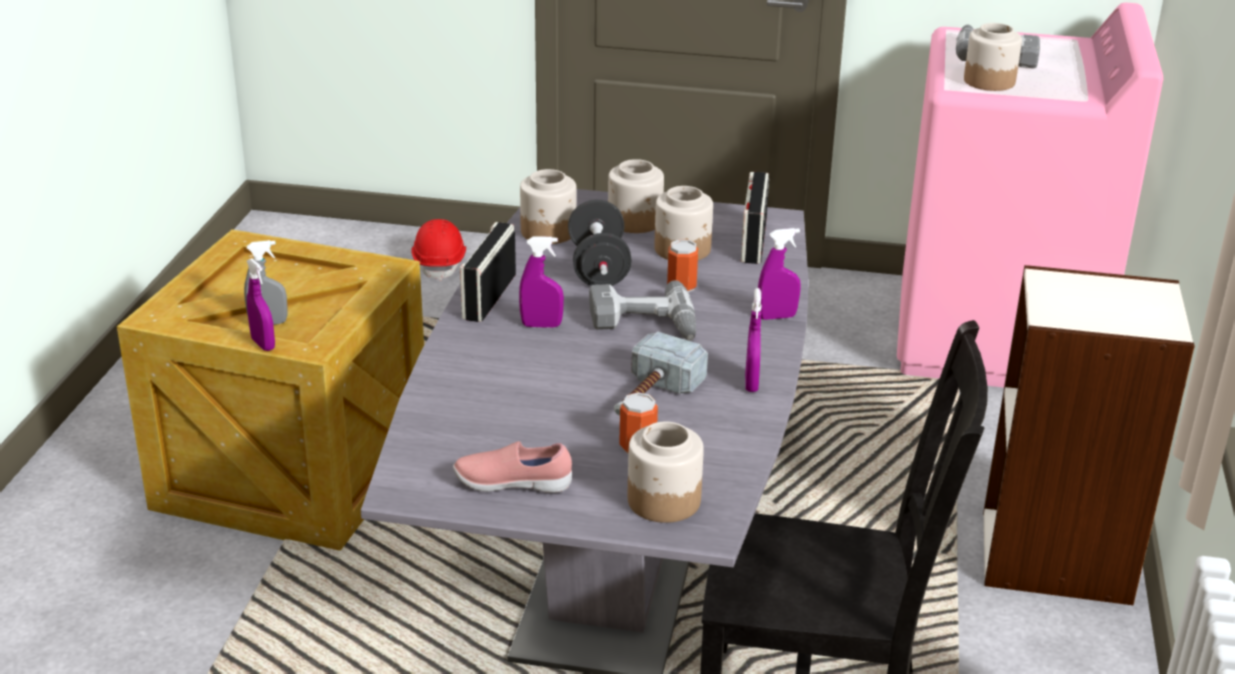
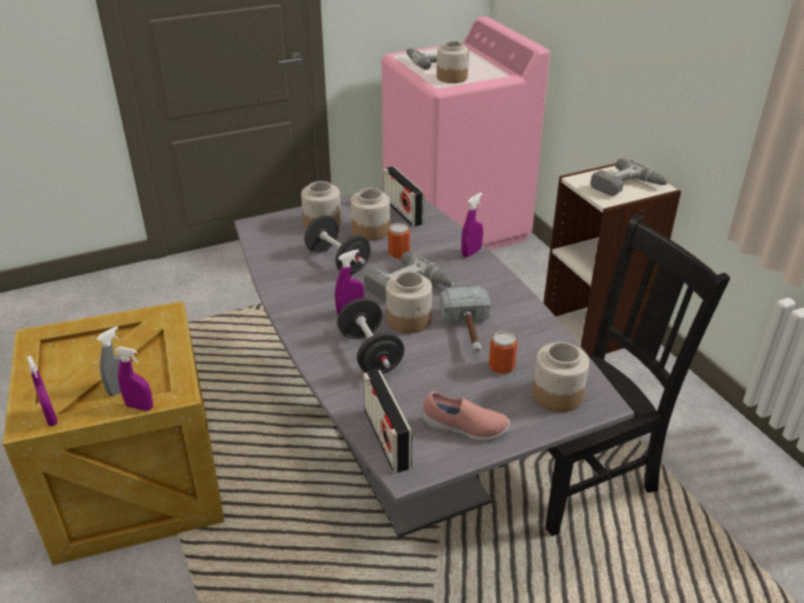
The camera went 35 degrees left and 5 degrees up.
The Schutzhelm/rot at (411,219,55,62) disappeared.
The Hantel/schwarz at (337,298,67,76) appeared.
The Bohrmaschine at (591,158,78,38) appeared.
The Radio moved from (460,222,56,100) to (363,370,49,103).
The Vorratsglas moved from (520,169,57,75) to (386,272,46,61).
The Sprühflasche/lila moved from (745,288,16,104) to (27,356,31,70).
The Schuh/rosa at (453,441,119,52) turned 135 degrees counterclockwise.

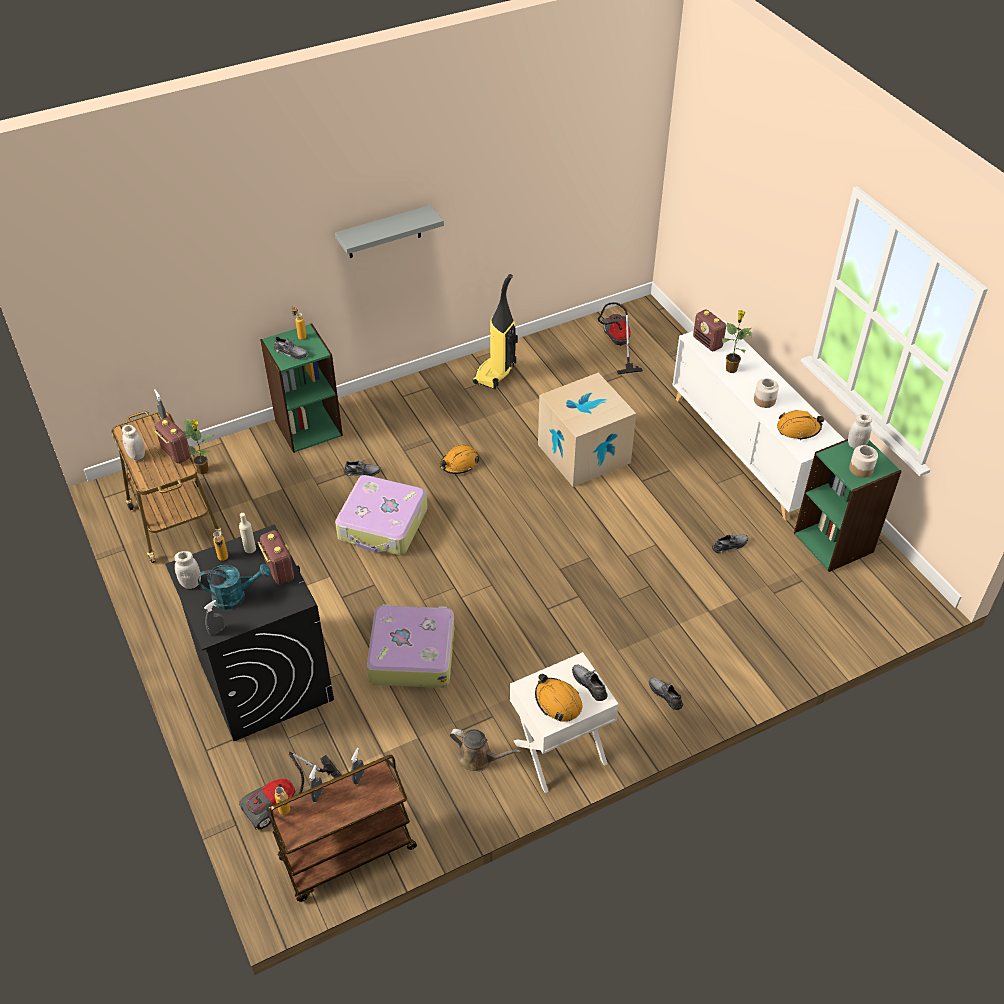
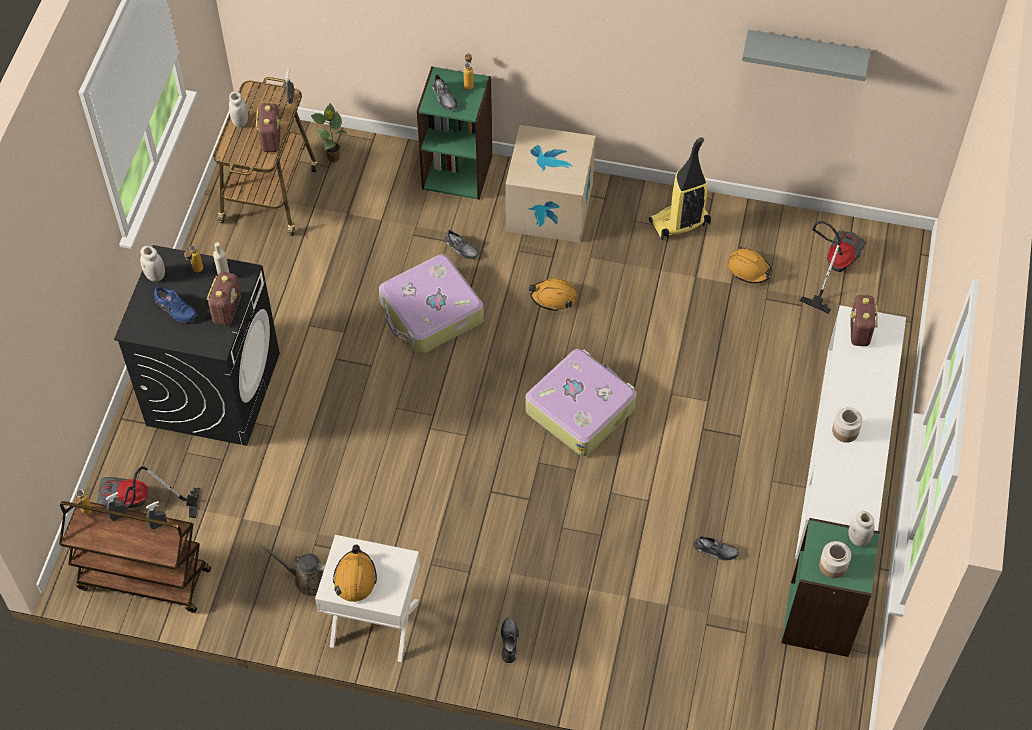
The camera went 40 degrees right and 10 degrees up.
The Sprühflasche/grau at (204,600,20,36) disappeared.
The Schuh/grau at (572,665,36,36) disappeared.
The Topfpflanze at (722,310,30,63) disappeared.
The Wandregal/grau moved from (335,205,109,53) to (742,30,128,51).
The Koffer moved from (367,604,87,84) to (525,349,112,107).
The Karton moved from (538,373,98,114) to (505,125,91,118).
The Schutzhelm/orange moved from (777,410,47,30) to (728,247,45,36).
The Gießkanne/türkis at (198,563,73,47) was replaced by the Schuh/blau at (154,286,44,37).
The Gießkanne/braun at (450,729,71,43) turned 135 degrees clockwise.

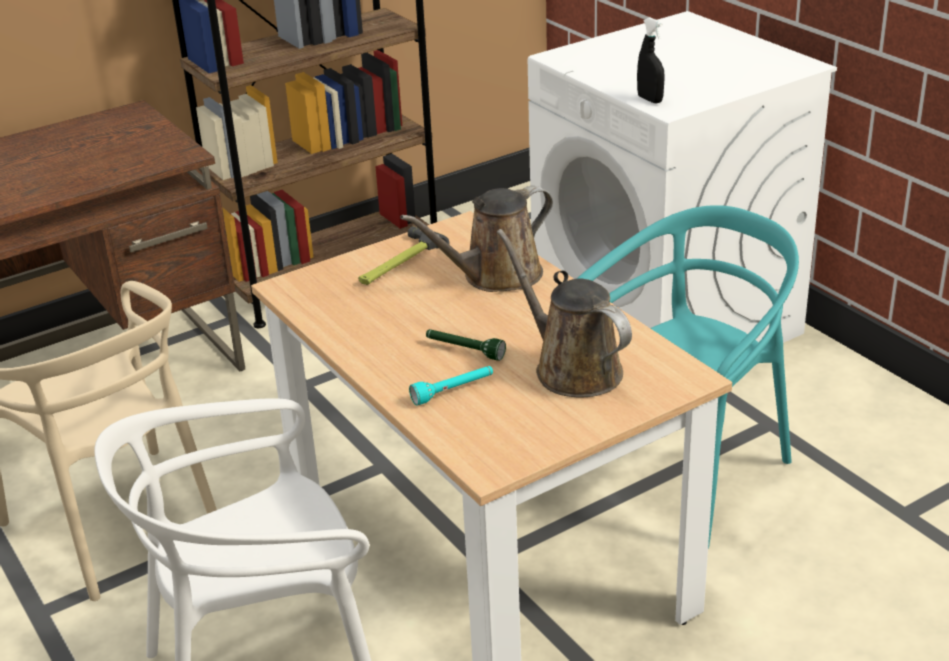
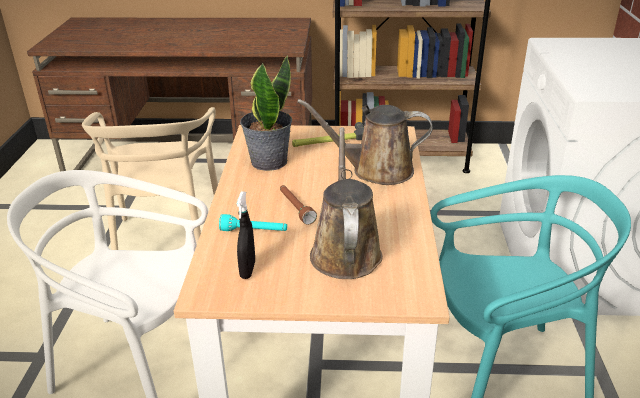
The camera went 35 degrees right and 0 degrees up.
The Topfpflanze at (240,55,52,116) appeared.
The Sprühflasche/schwarz moved from (637,17,28,87) to (236,191,19,88).
The Taschenlampe/grün at (426,329,80,32) became the Taschenlampe/braun at (280,185,37,40).

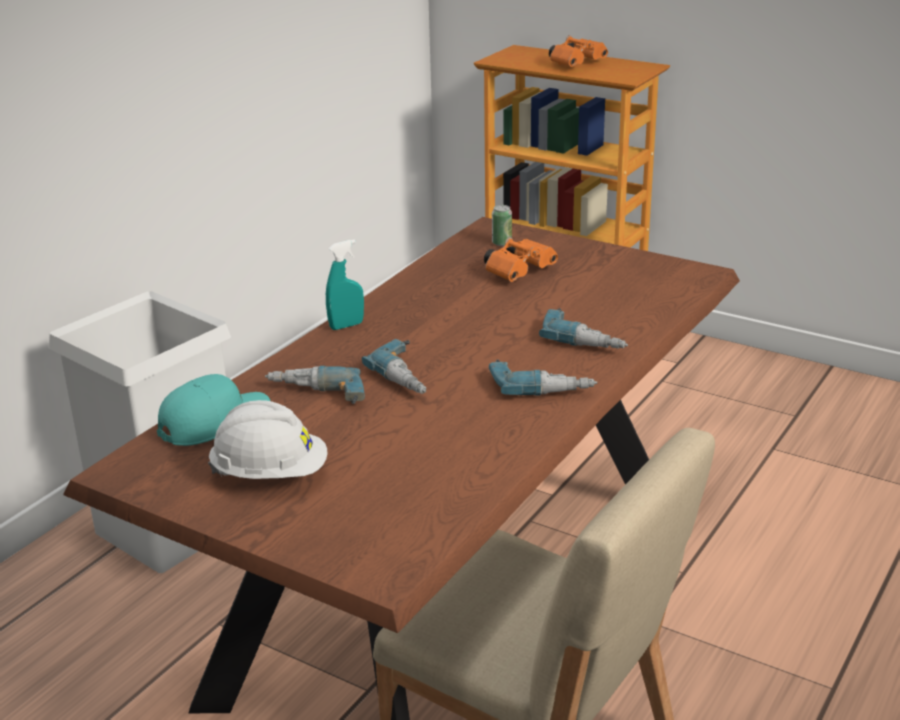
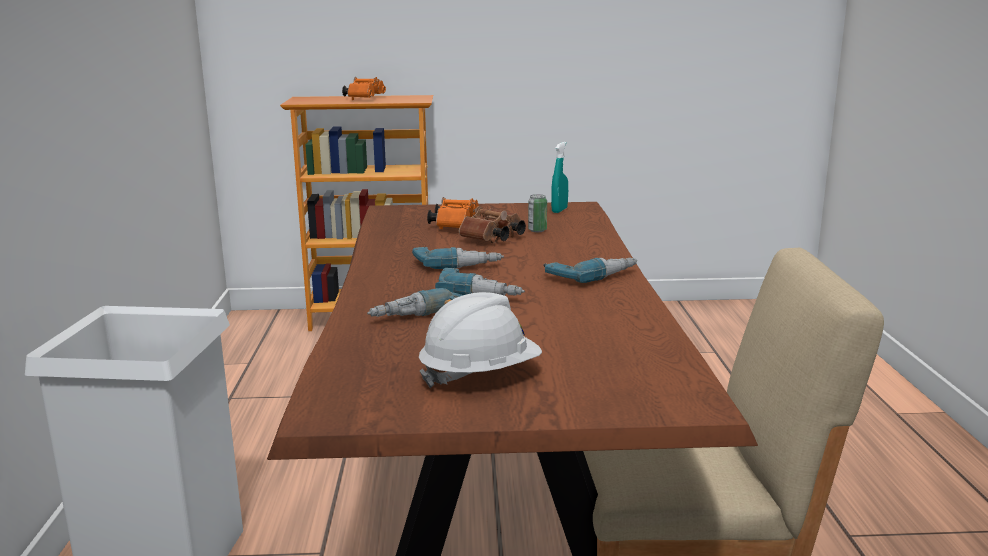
The camera went 35 degrees left and 10 degrees down.
The Kappe/türkis at (157,374,113,72) disappeared.
The Fernglas/braun at (458,206,68,37) appeared.
The Sprühflasche/türkis moved from (326,239,38,91) to (551,142,17,71).
The Dose moved from (492,205,20,41) to (528,194,19,38).
The Bohrmaschine moved from (539,308,89,41) to (412,247,92,22).

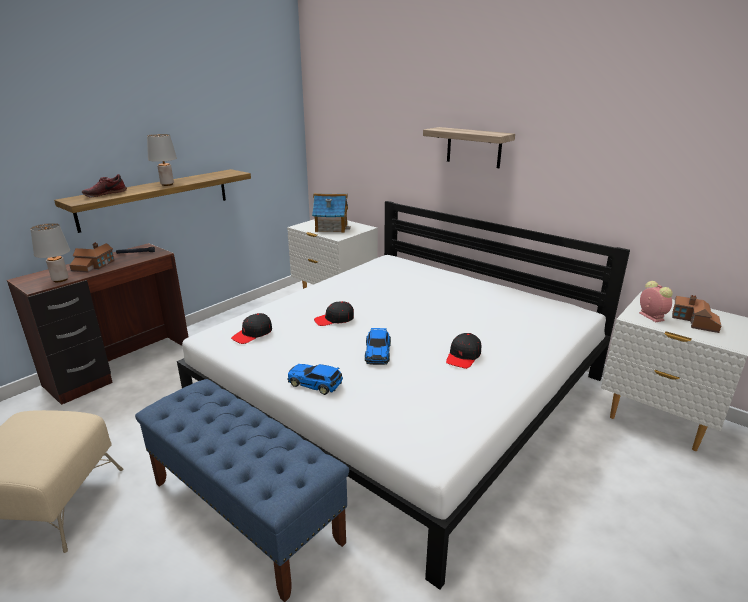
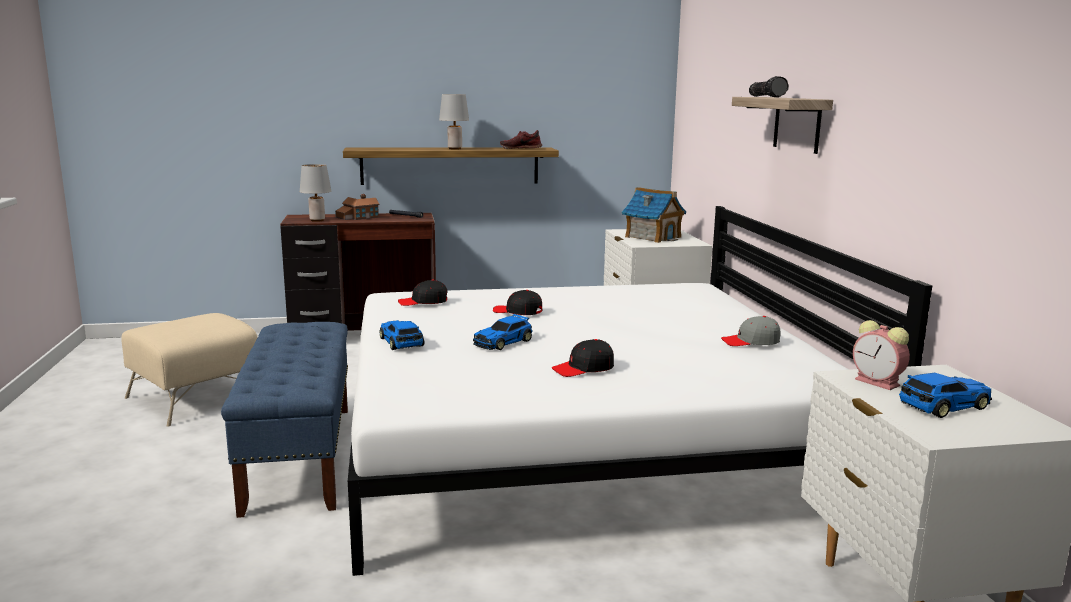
The camera went 40 degrees right and 10 degrees down.
The Kappe/grau at (721,316,60,30) appeared.
The Taschenlampe at (749,76,40,21) appeared.
The Schuh moved from (82,174,45,23) to (500,130,42,19).
The Spielzeughaus at (672,295,49,38) was replaced by the Spielzeugauto at (899,373,93,45).
The Wecker at (639,281,34,41) turned 120 degrees clockwise.

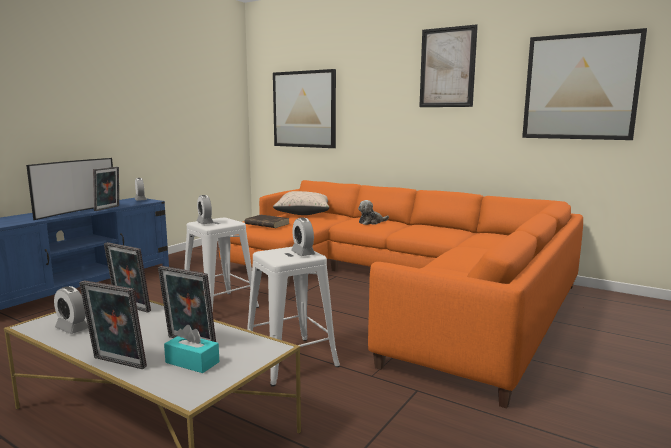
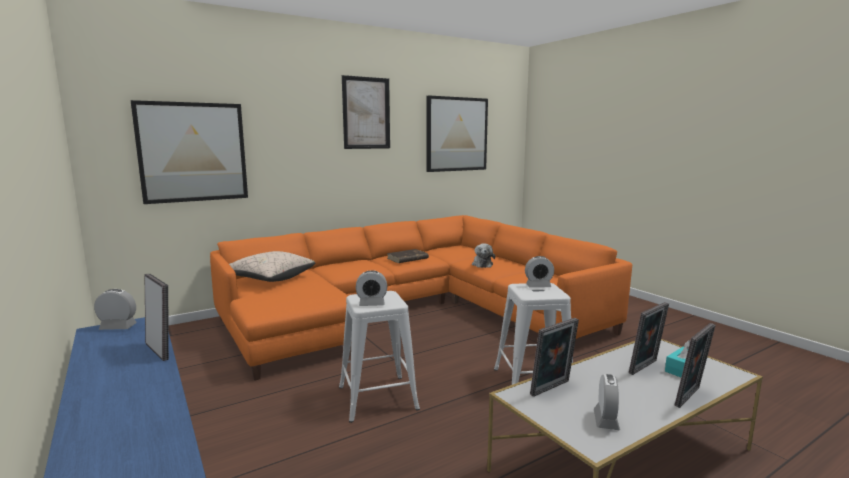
The camera went 65 degrees left and 0 degrees up.
The Fernseher at (26,158,87,62) disappeared.
The Buch/braun moved from (244,215,45,13) to (387,249,42,14).
The Plüschtier moved from (358,200,31,25) to (472,243,23,25).
The Wecker at (54,286,34,48) turned 45 degrees counterclockwise.

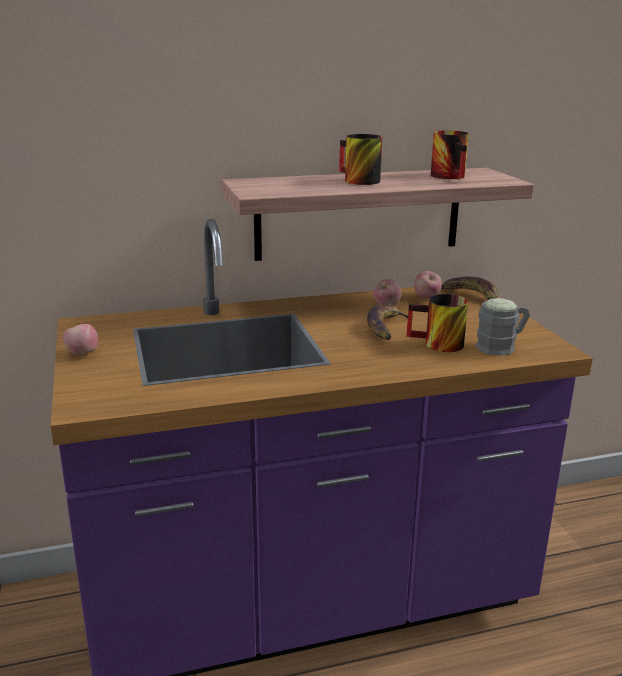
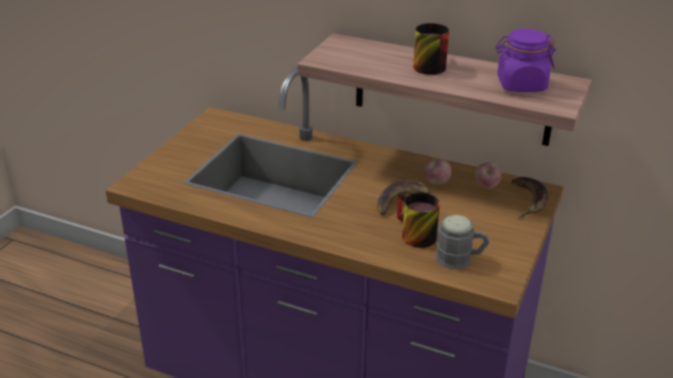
The camera went 40 degrees right and 10 degrees up.
The Apfel at (63,324,35,32) disappeared.
The Henkelbecher at (431,130,38,49) was replaced by the Vorratsglas/lila at (495,29,61,63).

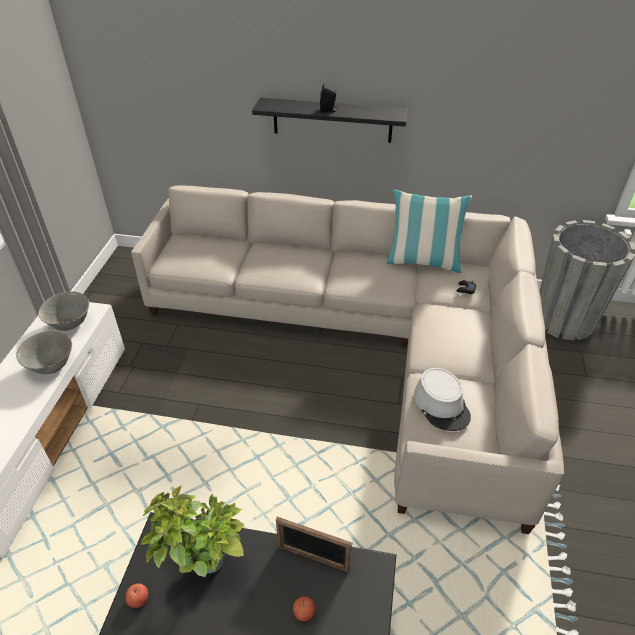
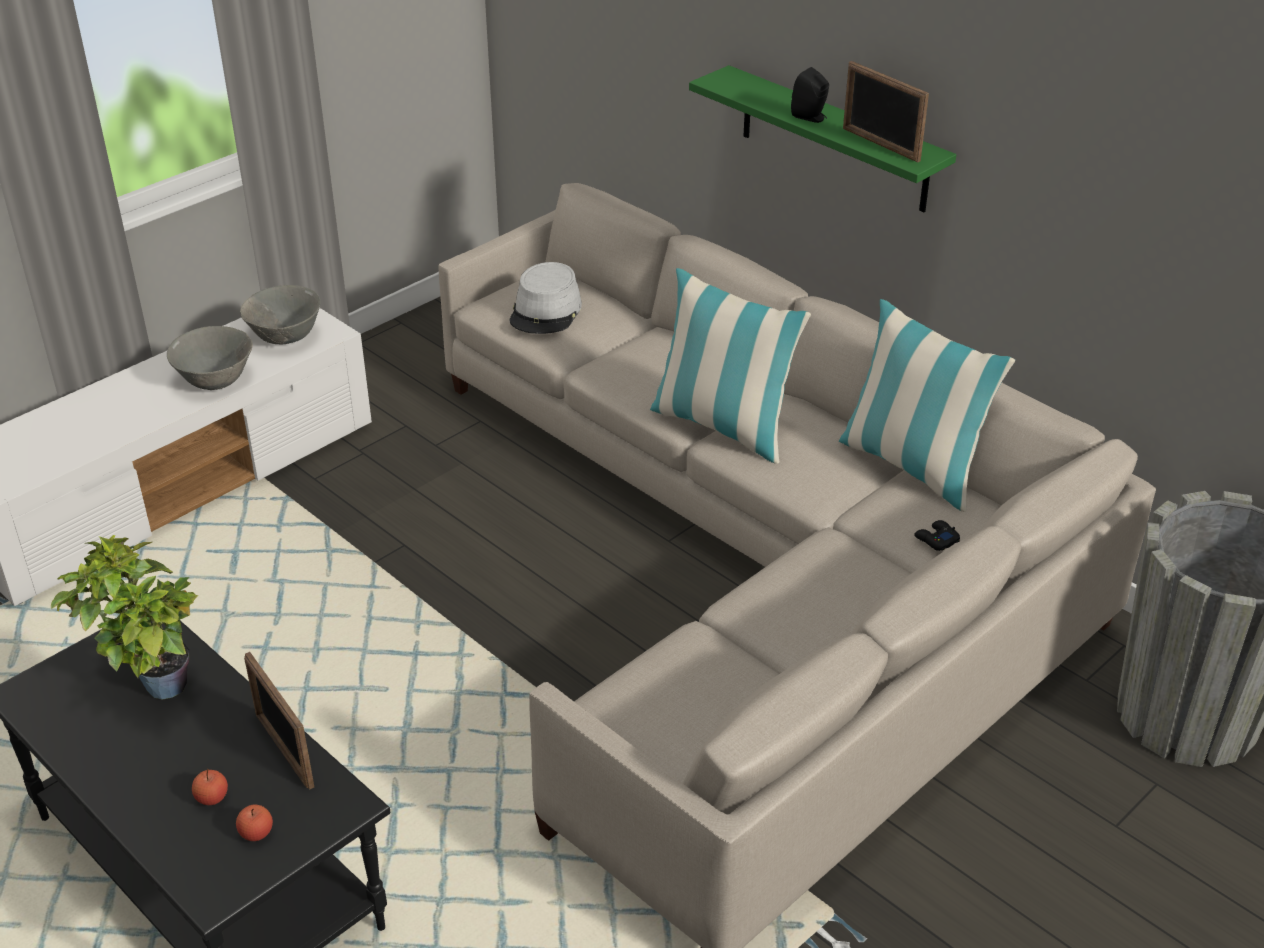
The camera went 35 degrees right and 5 degrees down.
The Kissen at (650,268,161,196) appeared.
The Bilderrahmen at (843,61,86,102) appeared.
The Apfel moved from (125,584,23,24) to (236,804,37,37).
The Hut/grau moved from (414,368,57,63) to (510,262,72,72).
The Wandregal/schwarz at (252,98,156,45) became the Wandregal/grün at (689,65,267,147).

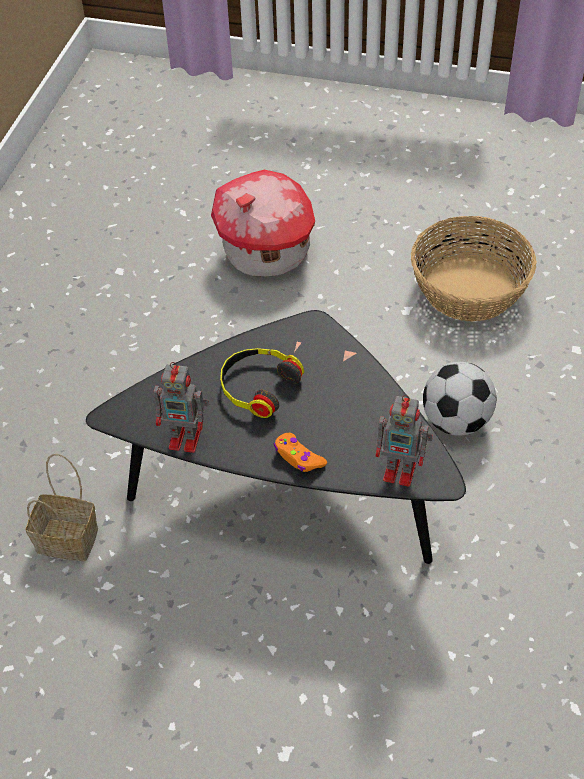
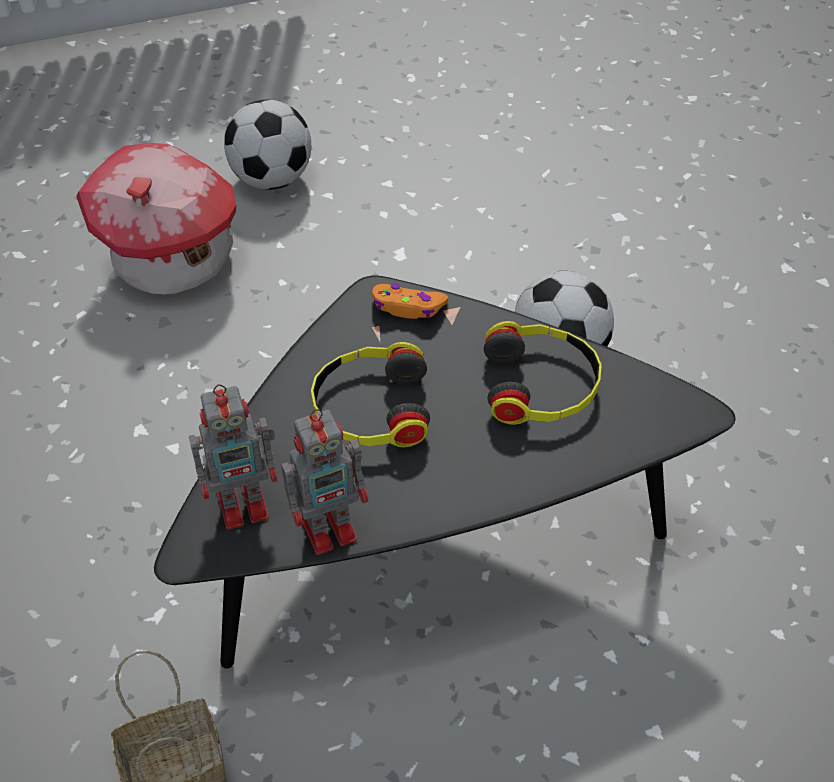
The camera went 35 degrees left and 0 degrees up.
The Korb at (411,216,126,106) disappeared.
The Fußball at (224,100,87,90) appeared.
The Kopfhörer at (484,321,118,104) appeared.
The Gamepad/orange moved from (274,433,53,39) to (372,283,76,36).
The Spielzeugroboter moved from (375,395,58,92) to (188,384,90,145).

